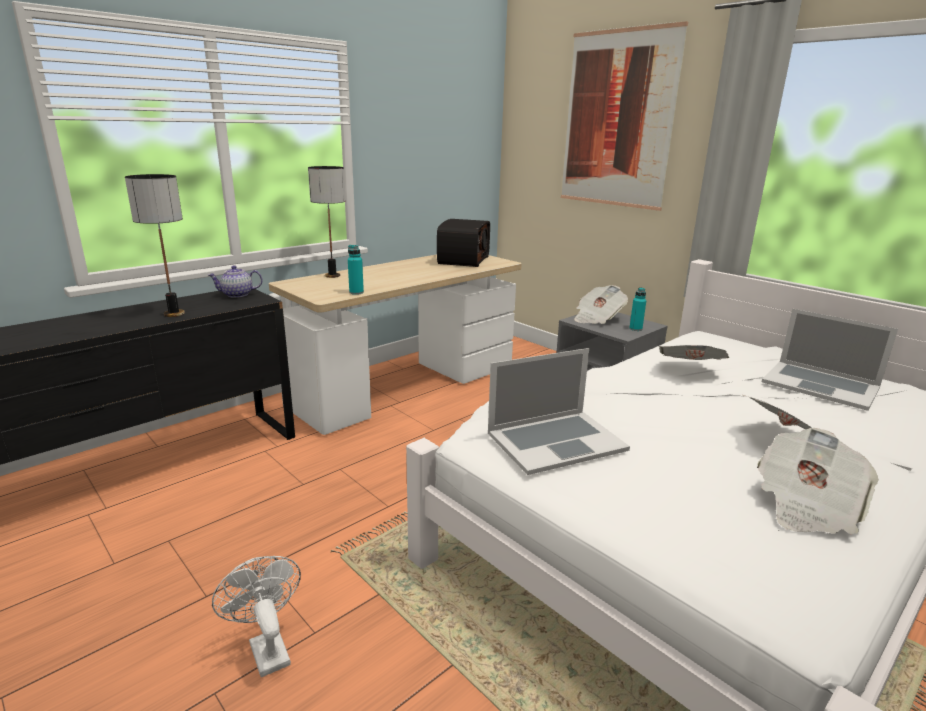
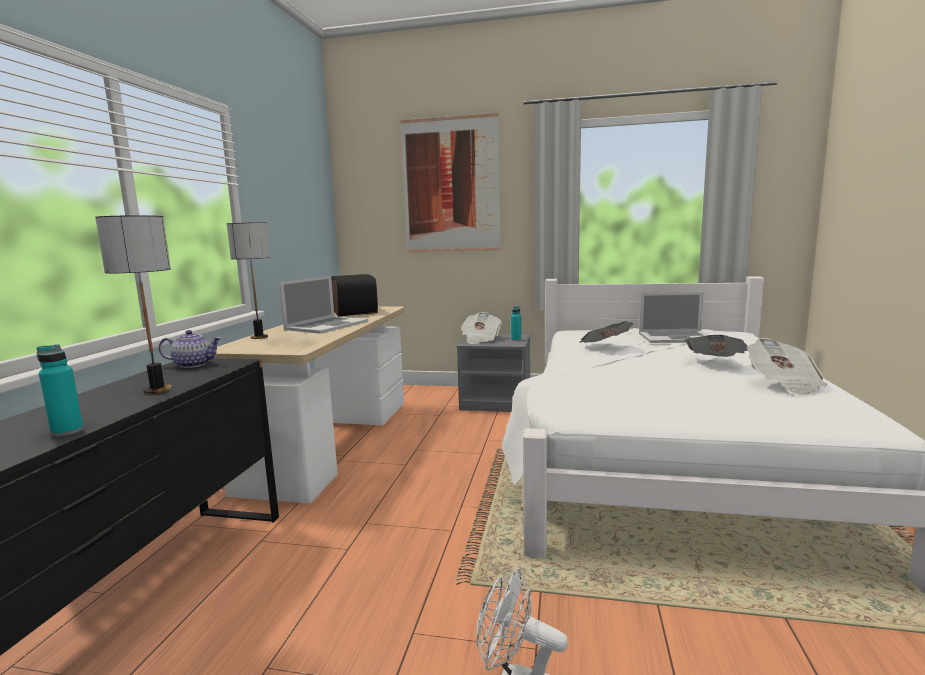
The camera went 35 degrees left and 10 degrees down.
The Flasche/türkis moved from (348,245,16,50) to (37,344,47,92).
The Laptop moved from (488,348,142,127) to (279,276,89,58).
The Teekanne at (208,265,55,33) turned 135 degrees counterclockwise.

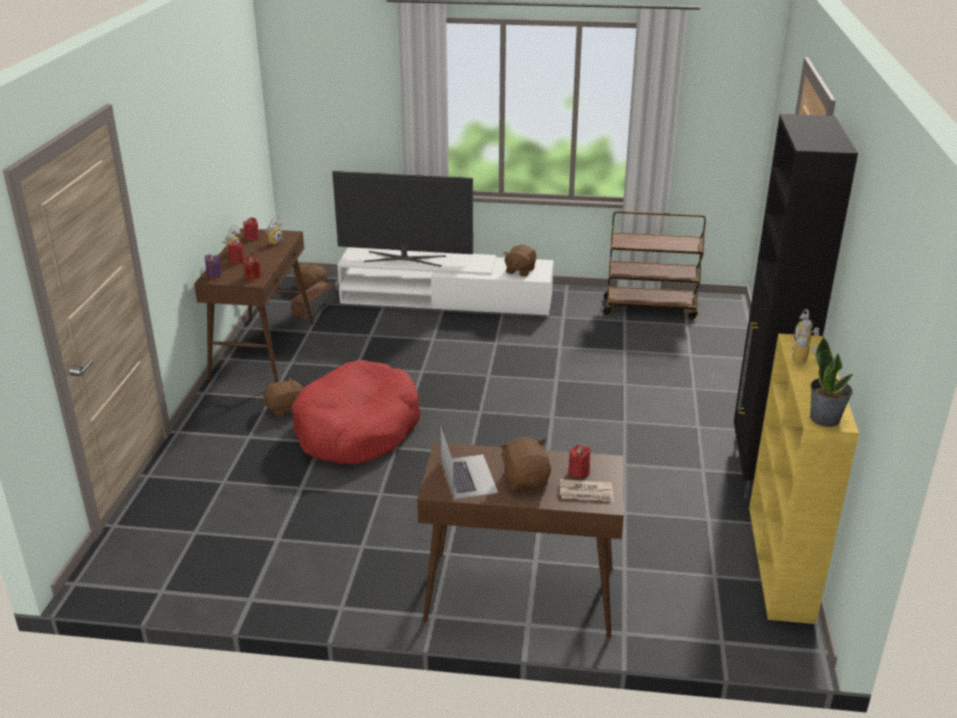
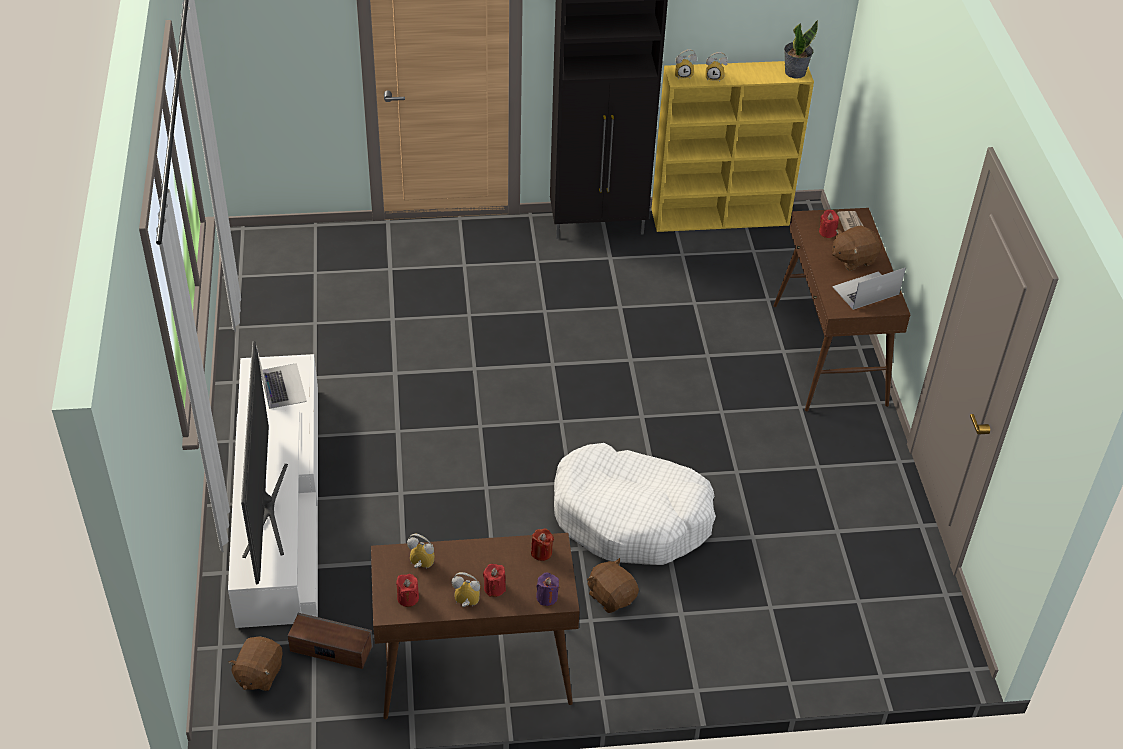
The camera went 105 degrees left and 15 degrees up.
The Rollwagen/braun at (603,211,103,108) disappeared.
The Plüschtier/braun at (503,245,33,32) was replaced by the Laptop at (256,345,51,64).
The Hundebett/rot at (291,360,130,104) became the Hundebett/weiß at (554,443,162,122).

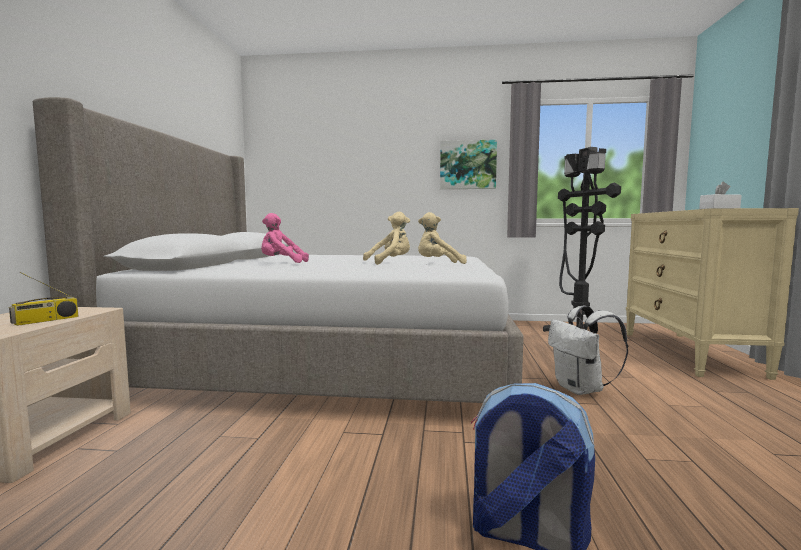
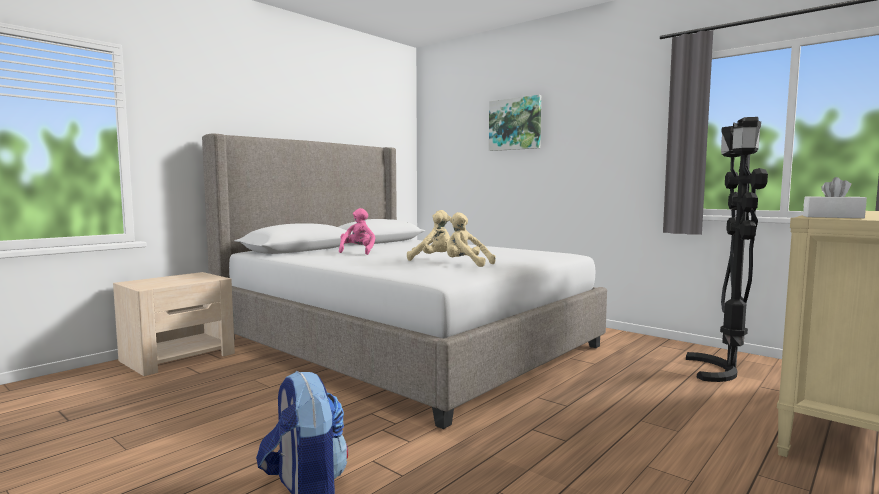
The camera went 35 degrees right and 0 degrees up.
The Radio at (9,272,70,54) disappeared.
The Rucksack/weiß at (548,305,81,90) disappeared.
The Bild moved from (440,140,57,49) to (489,95,52,56).
The Plüschtier/rosa at (261,213,48,50) turned 60 degrees clockwise.

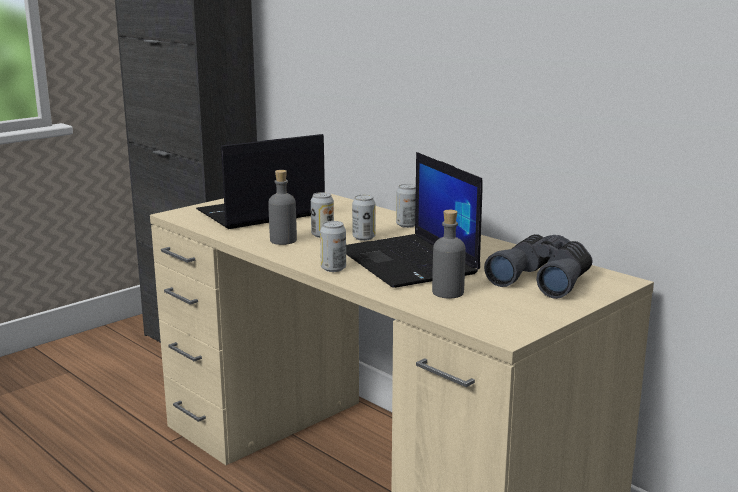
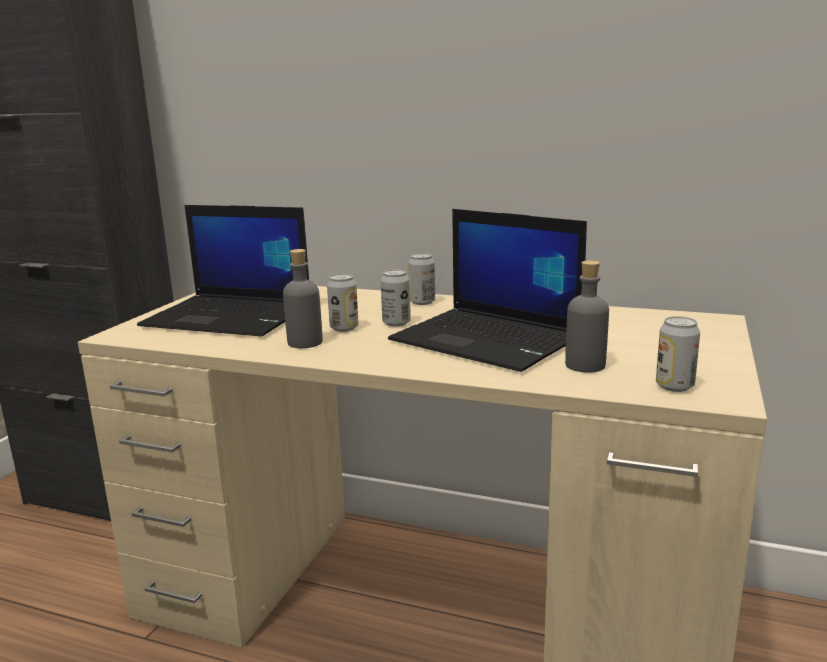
The camera went 25 degrees left and 0 degrees up.
The Fernglas/grau at (484,234,108,65) disappeared.
The Dose moved from (320,221,26,51) to (656,316,44,76).
The Laptop at (196,134,129,95) turned 105 degrees counterclockwise.

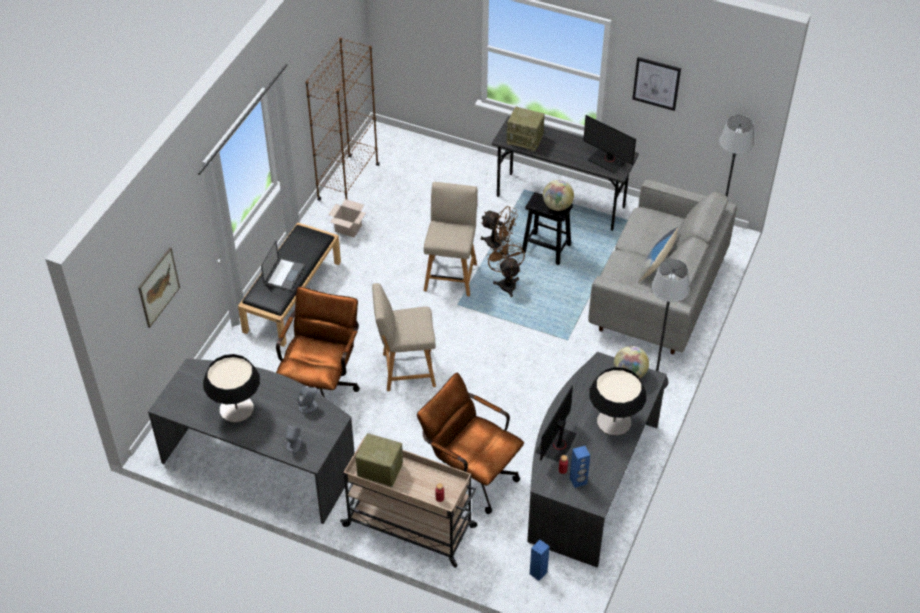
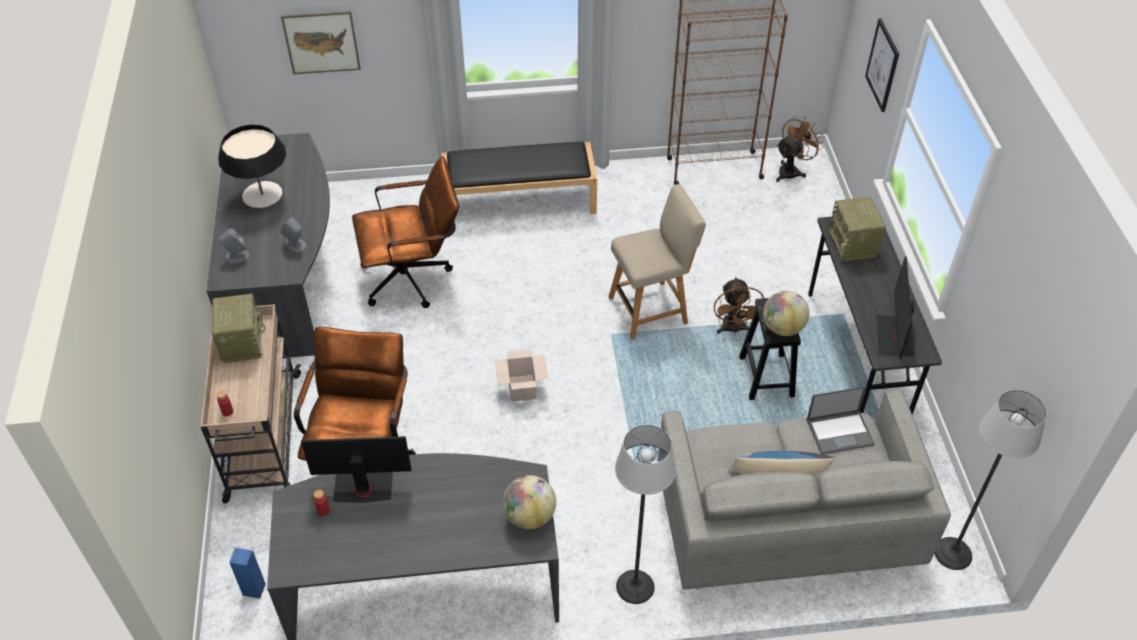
The camera went 60 degrees right and 0 degrees up.
The Stuhl/beige at (372,283,64,108) disappeared.
The Lautsprecher/blau at (570,446,20,42) disappeared.
The Tischlampe at (589,367,57,69) disappeared.
The Laptop moved from (261,240,44,51) to (807,386,68,68).
The Karton moved from (328,199,38,38) to (494,349,54,53).
The Ventilator/braun moved from (486,239,39,58) to (776,116,48,66).
The Bild moved from (632,57,49,54) to (865,18,34,94).

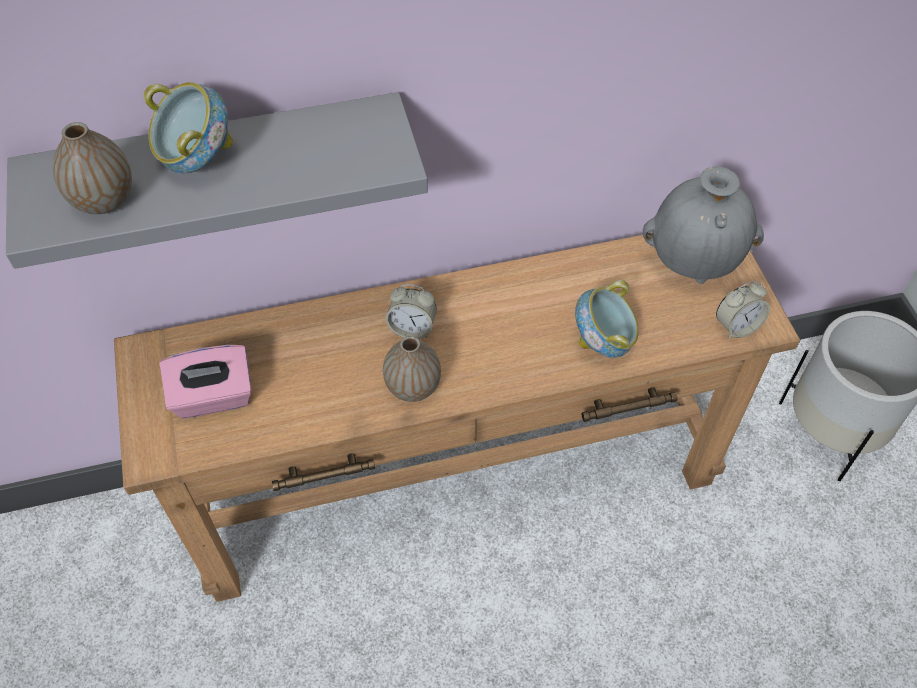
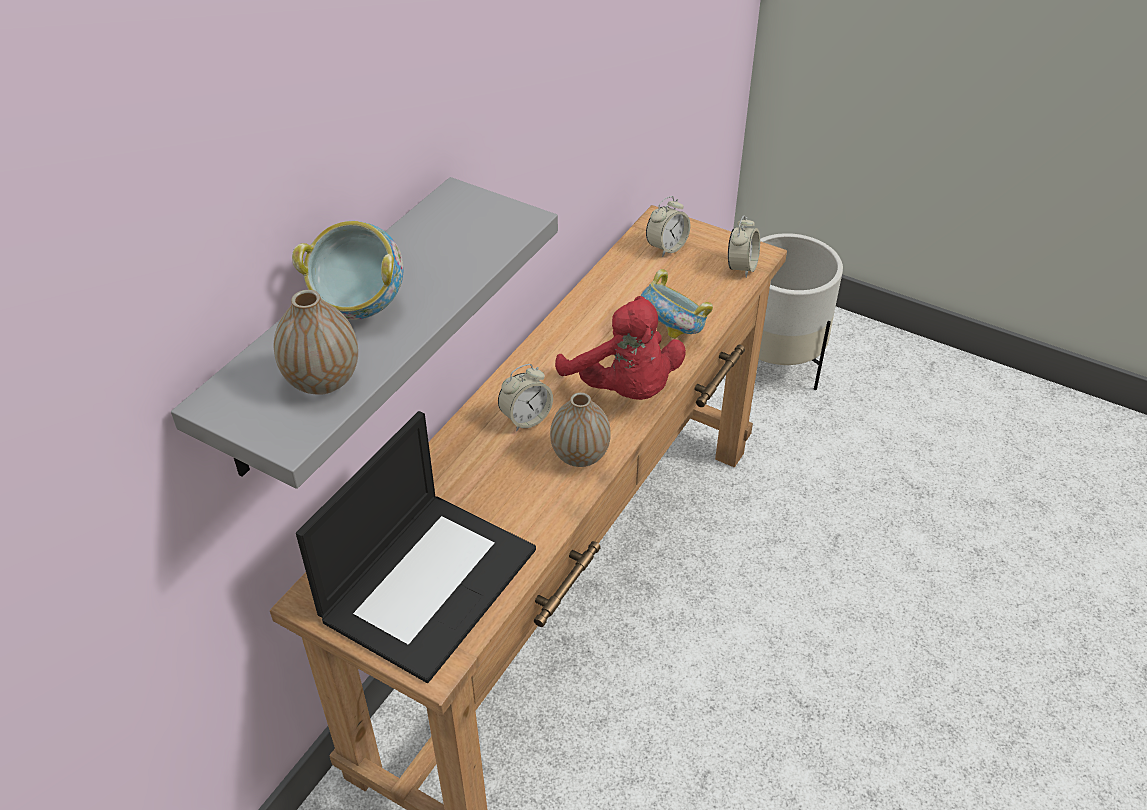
The camera went 45 degrees left and 10 degrees down.
The Plüschtier/rot at (555,296,131,104) appeared.
The Taschentuchbox/rosa at (159,345,93,73) was replaced by the Laptop at (296,411,240,272).
The Vase/grau at (643,166,121,118) was replaced by the Wecker at (646,196,44,61).

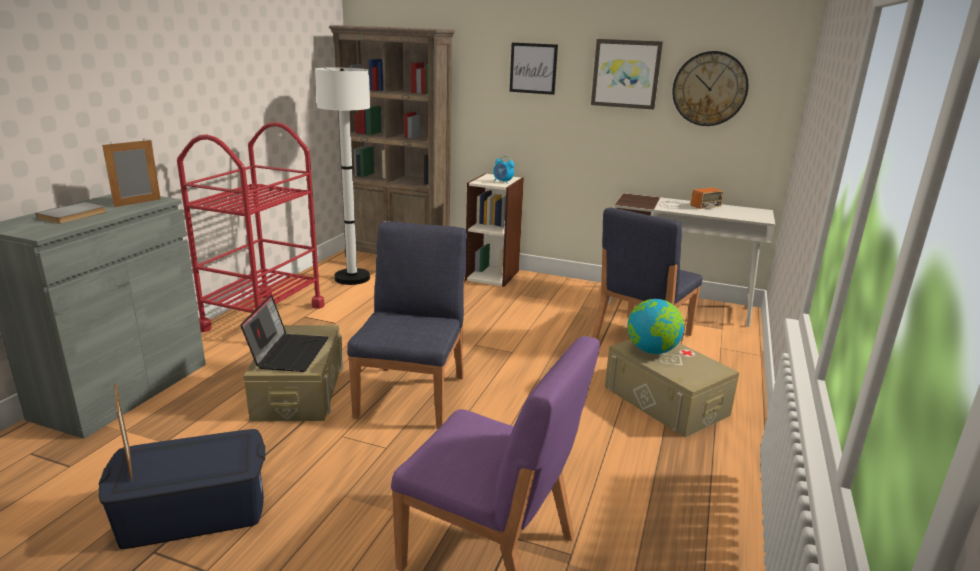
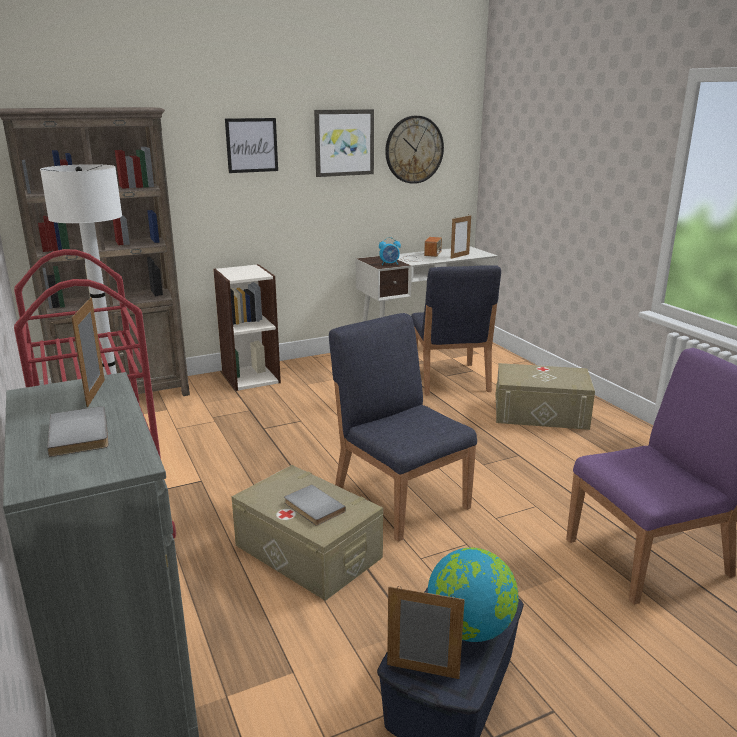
The camera went 45 degrees left and 0 degrees up.
The Bilderrahmen at (451,215,20,44) appeared.
The Wecker moved from (493,156,22,28) to (379,237,22,28).
The Globus moved from (627,299,57,55) to (428,548,90,94).
The Laptop at (240,295,89,77) was replaced by the Buch/grau at (284,485,62,41).

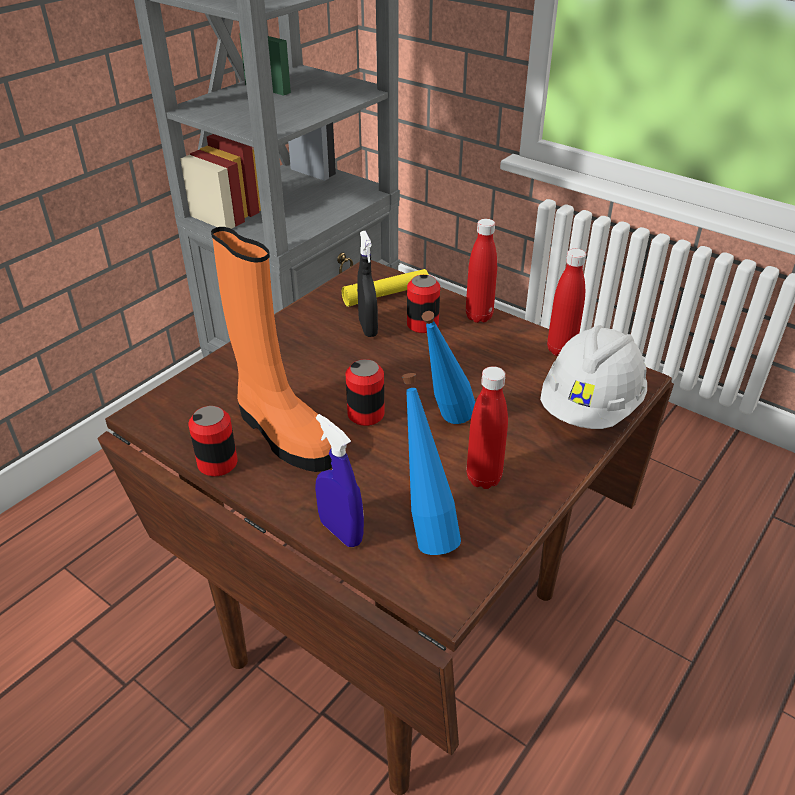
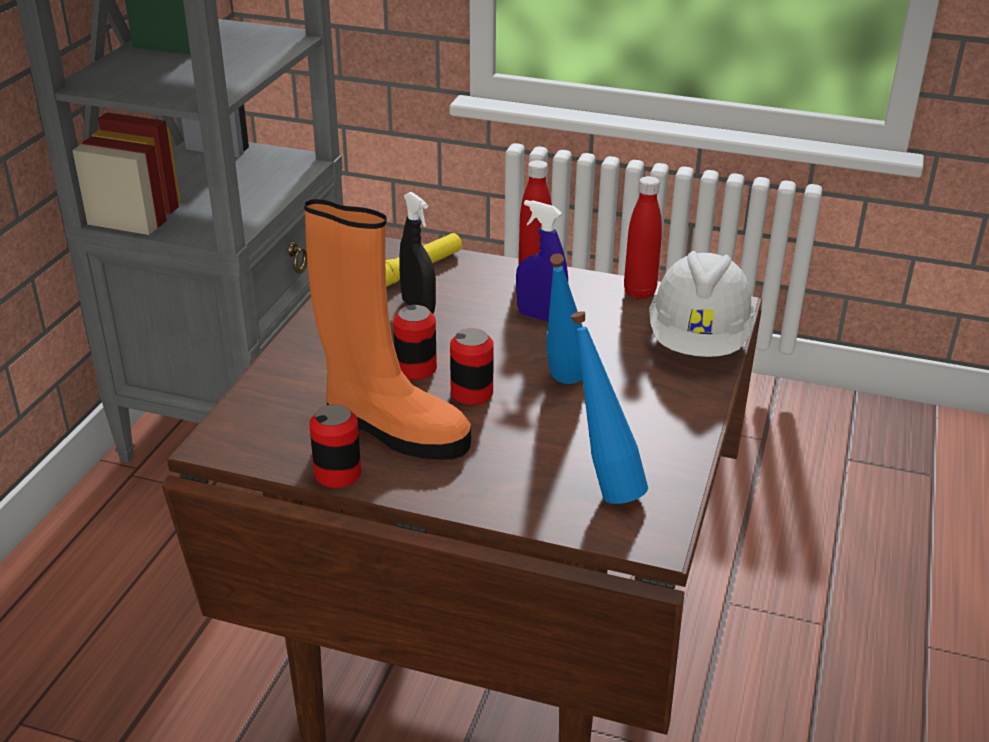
The camera went 20 degrees left and 5 degrees down.
The Flasche/rot at (467,366,41,123) disappeared.
The Sprühflasche/blau moved from (315,414,49,133) to (516,200,52,122).
The Dose moved from (407,275,33,58) to (393,305,44,75).

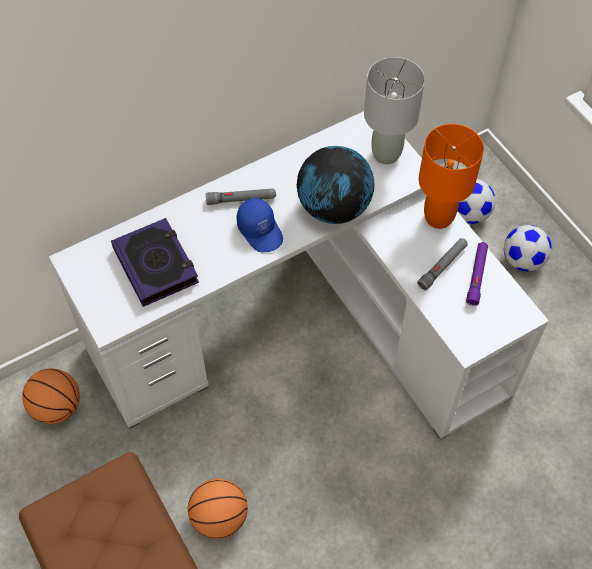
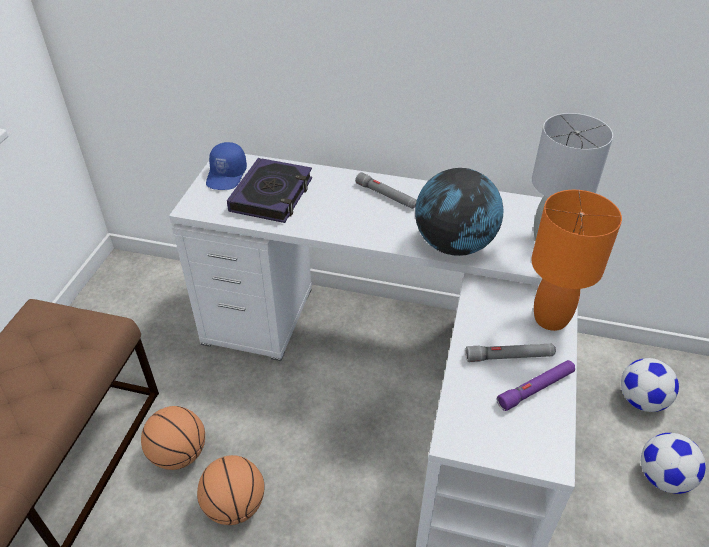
The camera went 45 degrees right and 15 degrees down.
The Basketball moved from (22,368,58,56) to (197,455,68,70).
The Kappe/blau moved from (237,198,46,54) to (206,142,41,48).

